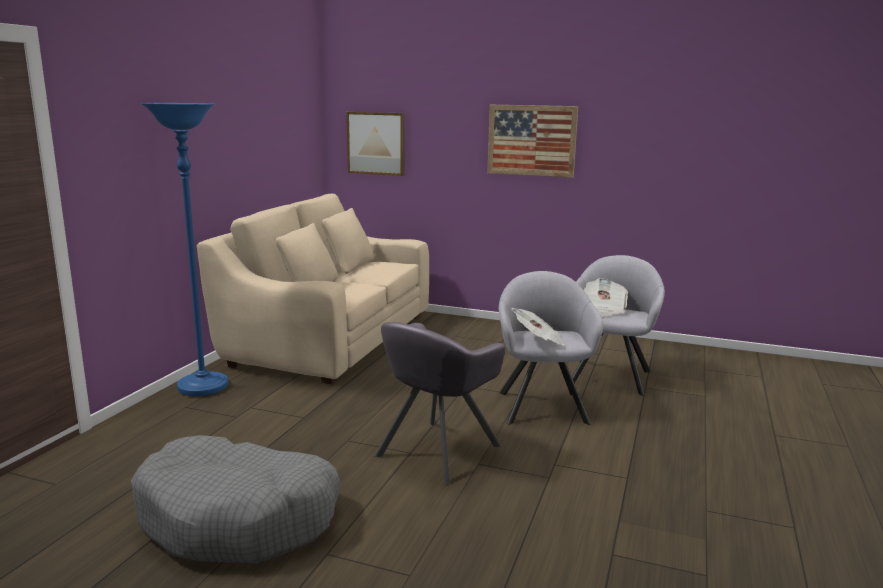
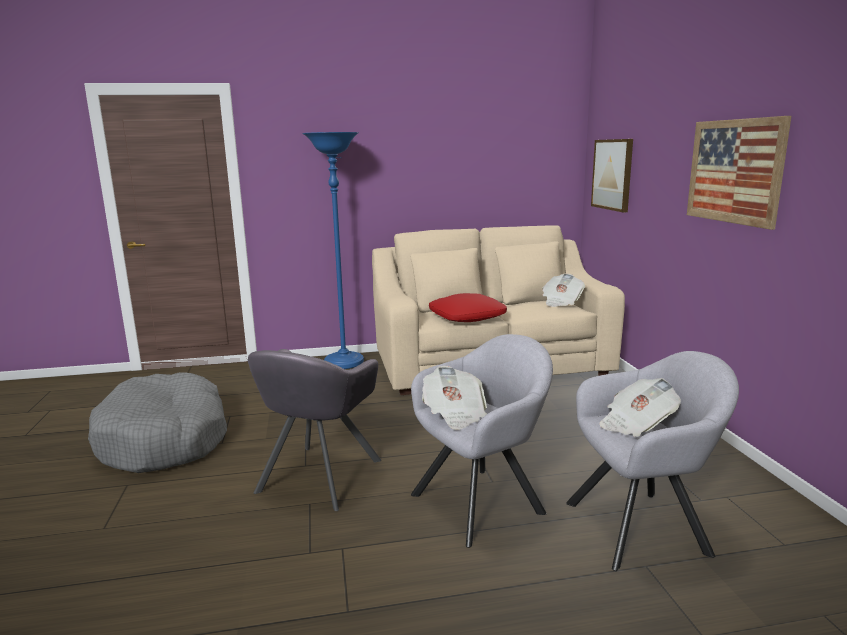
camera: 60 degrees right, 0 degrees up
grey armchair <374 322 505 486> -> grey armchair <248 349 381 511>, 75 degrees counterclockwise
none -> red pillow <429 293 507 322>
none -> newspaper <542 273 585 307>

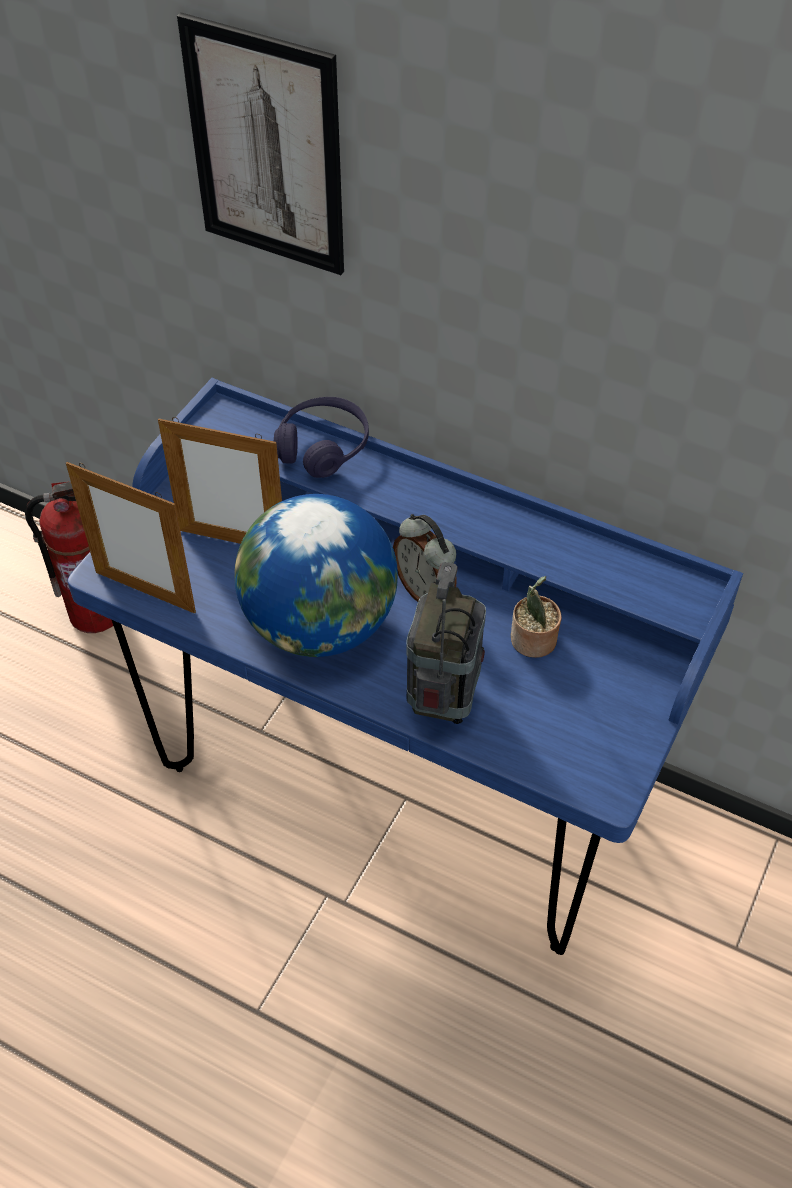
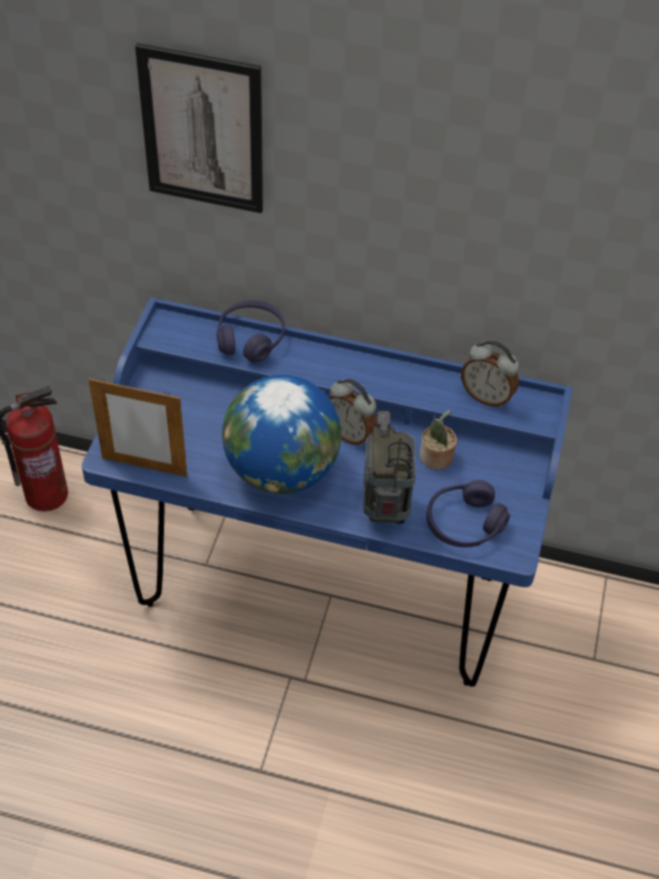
camera: 15 degrees left, 0 degrees up
none -> purple headphones <427 480 510 547>
none -> alarm clock <461 340 519 407>
picture frame <158 417 282 544> -> none

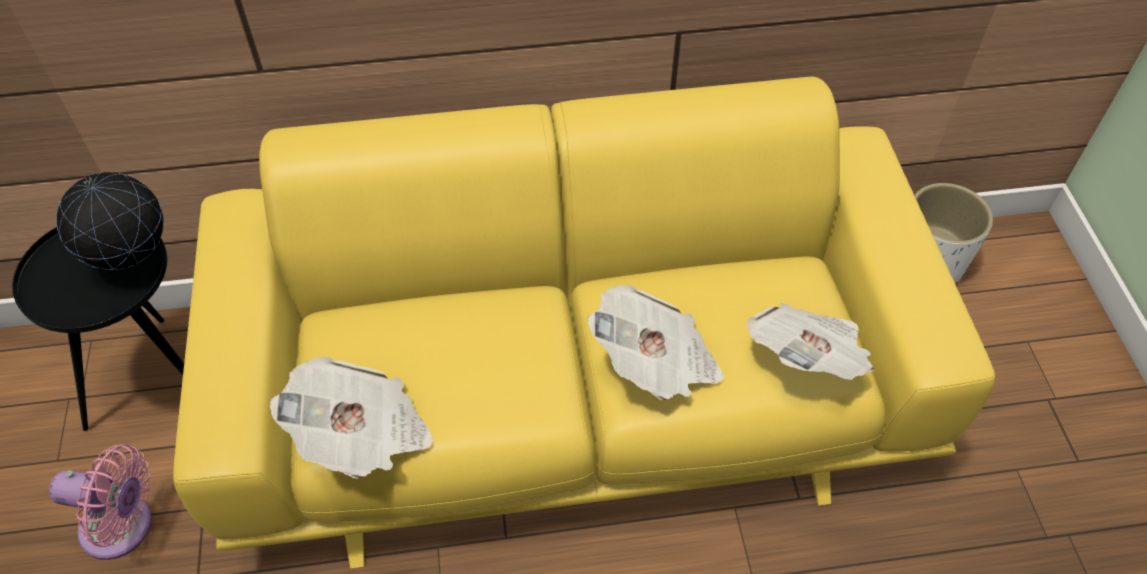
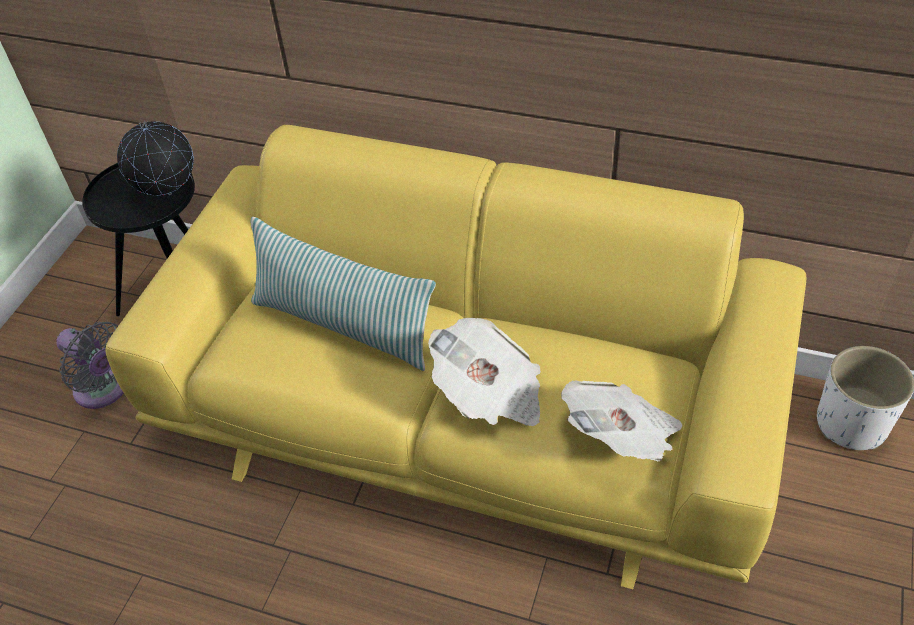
camera: 30 degrees right, 5 degrees down
pink fan <49 444 152 560> -> grey fan <56 322 123 409>
none -> pillow <251 217 436 371>
newspaper <270 357 433 478> -> none

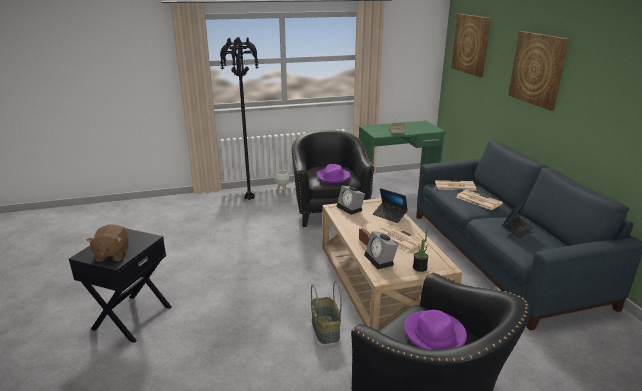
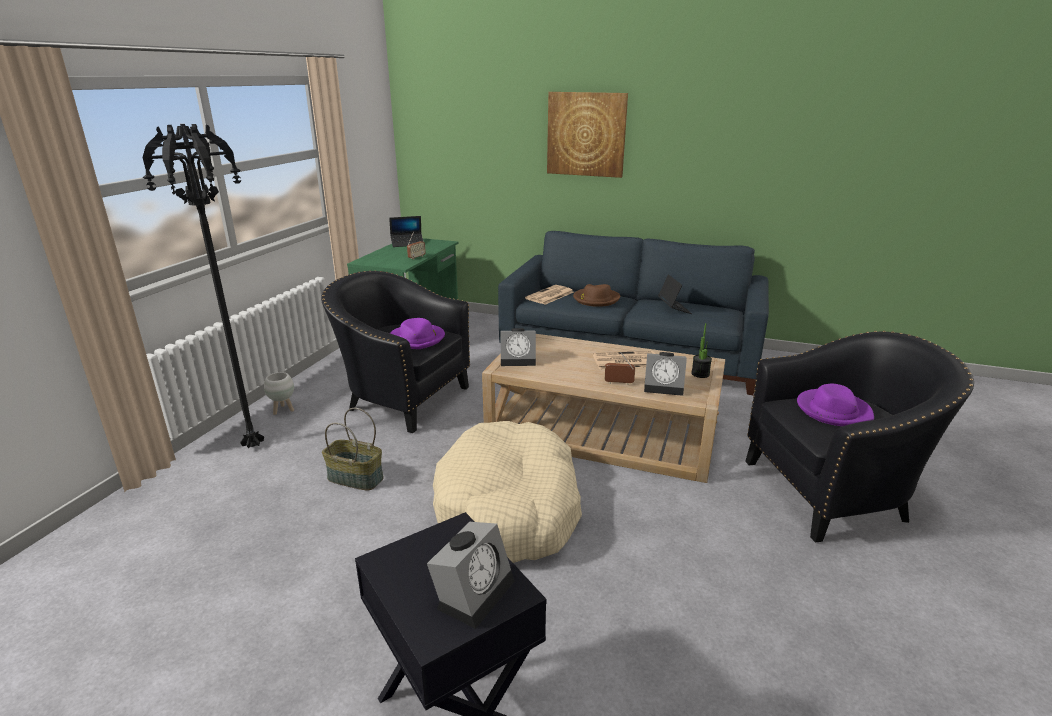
camera: 55 degrees left, 0 degrees up
basket <311 281 342 344> -> basket <322 408 384 490>, moved
laptop <373 188 408 223> -> laptop <389 216 423 247>, moved
brown plush toy <86 224 129 262> -> alarm clock <427 522 514 629>
none -> beige dog bed <433 421 582 563>
newspaper <456 190 503 210> -> brown hat <573 284 620 307>
picture <451 14 491 77> -> none

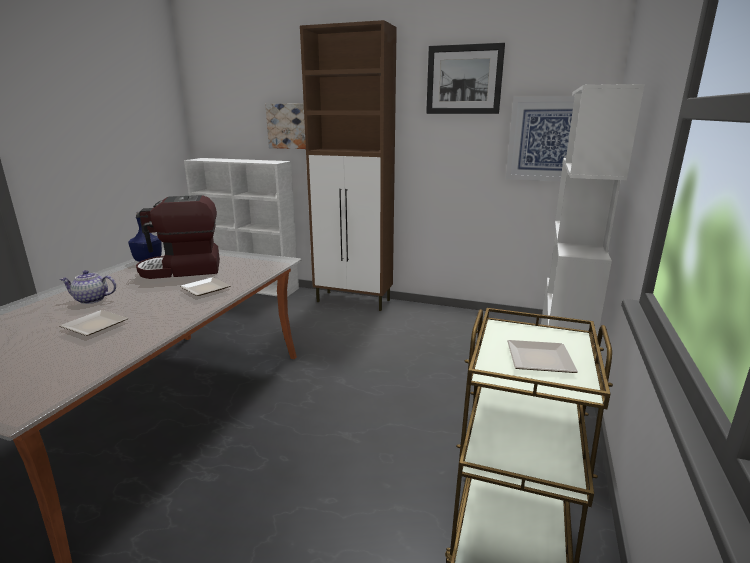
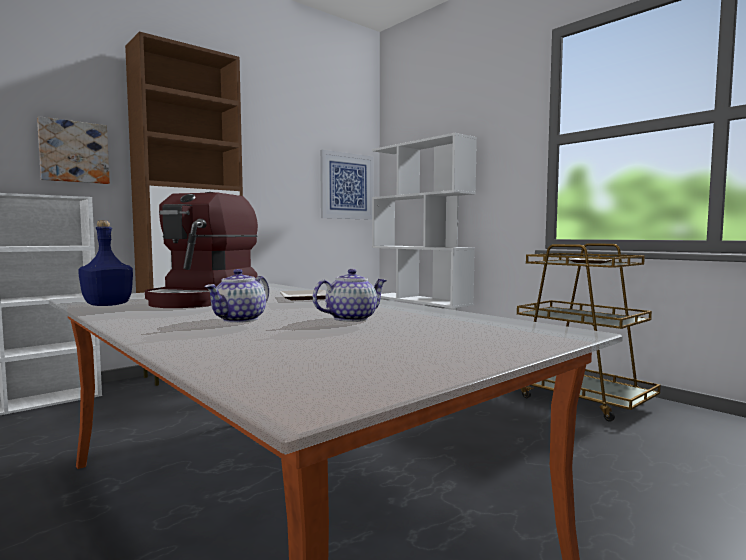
camera: 60 degrees left, 15 degrees down
plate <60 310 128 336> -> teapot <313 269 387 322>
picture <426 43 505 114> -> none

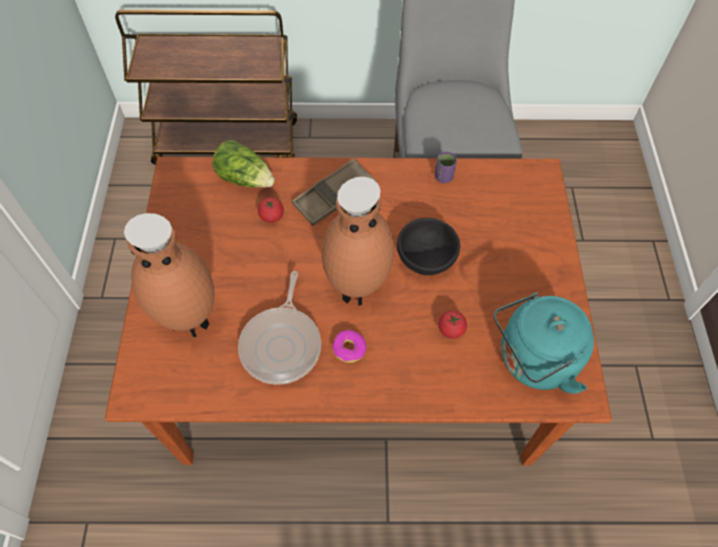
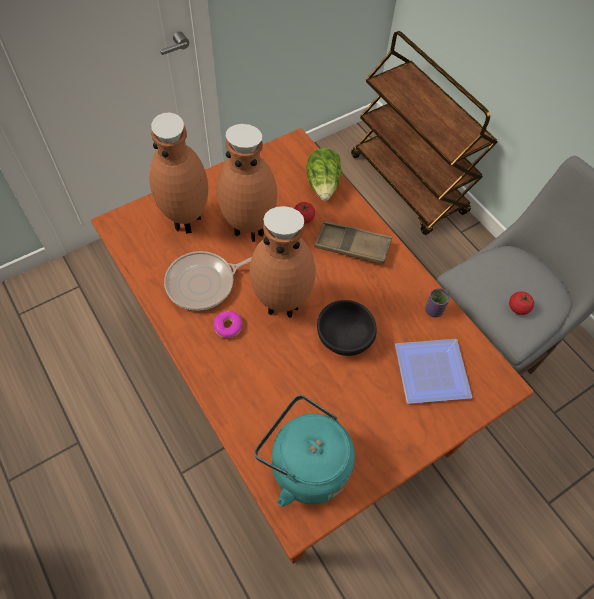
camera: 55 degrees right, 0 degrees up
none -> brown vase <217 124 277 242>
none -> plate <395 339 472 404>
tomato <438 310 467 339> -> tomato <509 292 534 315>, moved

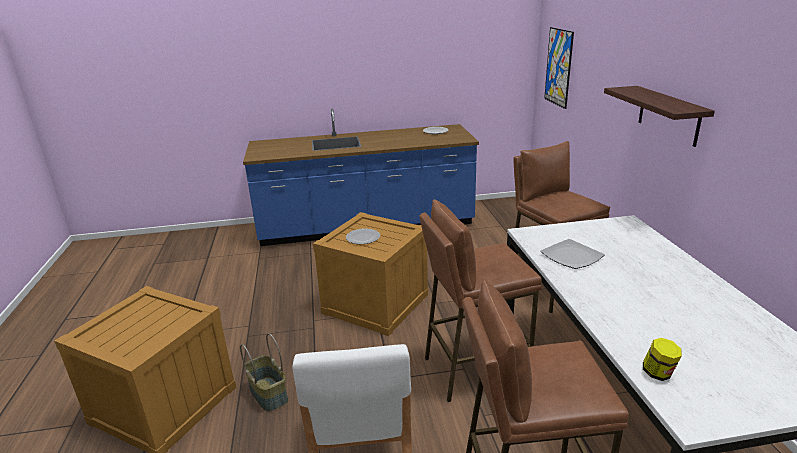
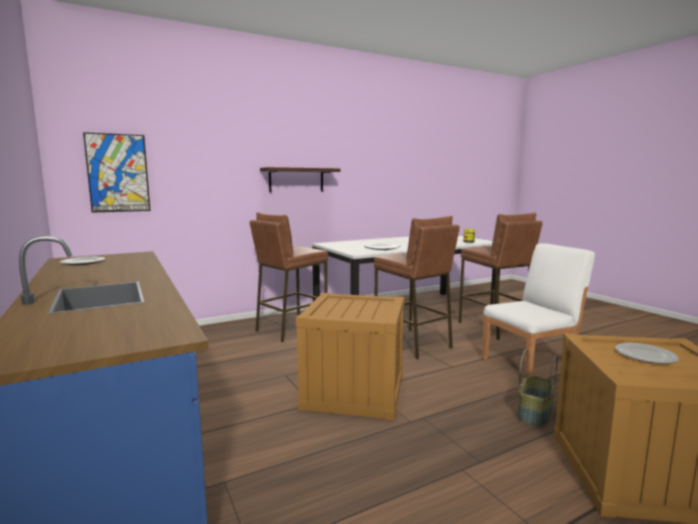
camera: 110 degrees left, 15 degrees down
plate <346 229 380 244> -> plate <615 343 679 364>, moved

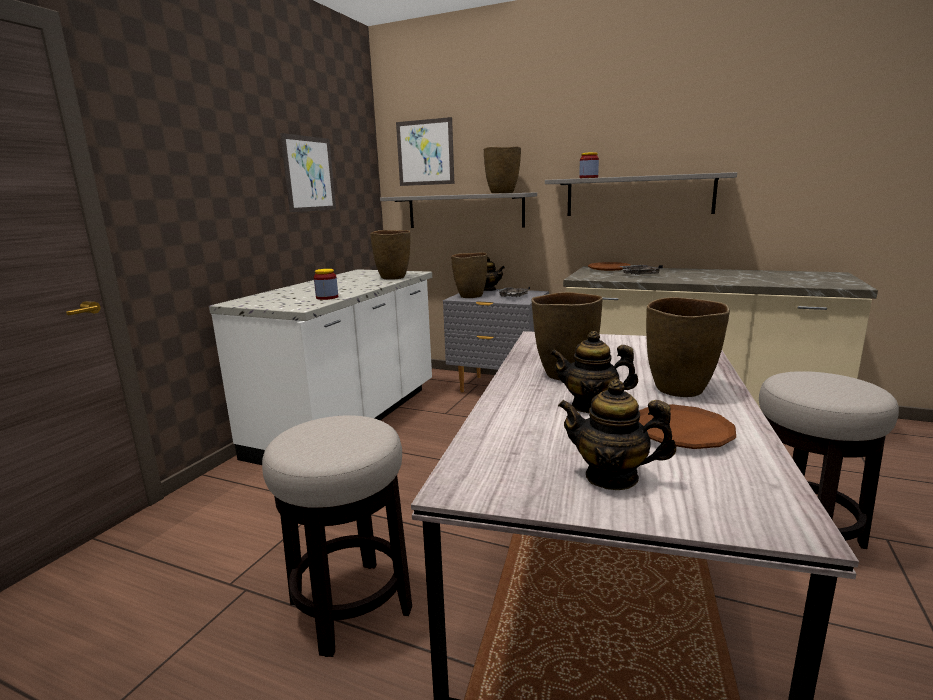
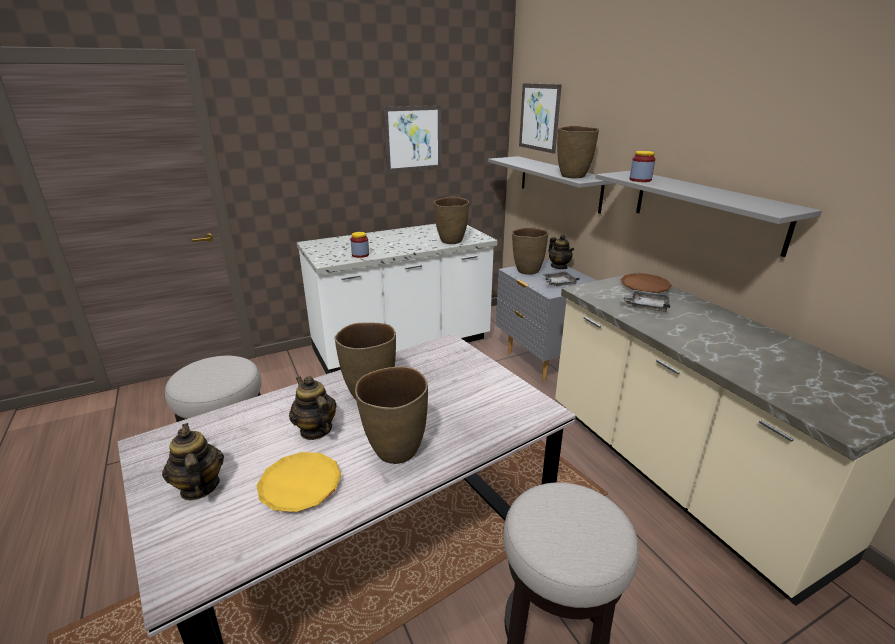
camera: 40 degrees right, 10 degrees up
brown plate <638 404 736 449> -> yellow plate <256 452 341 512>

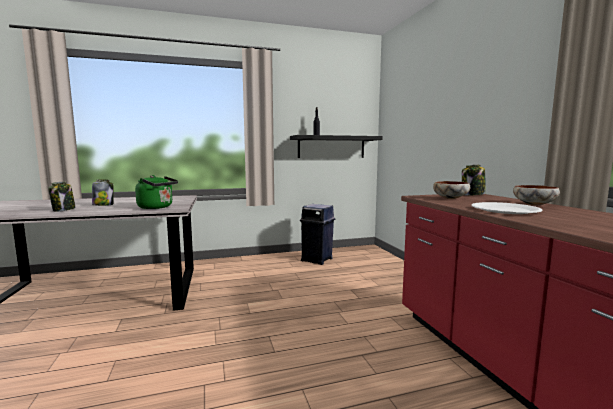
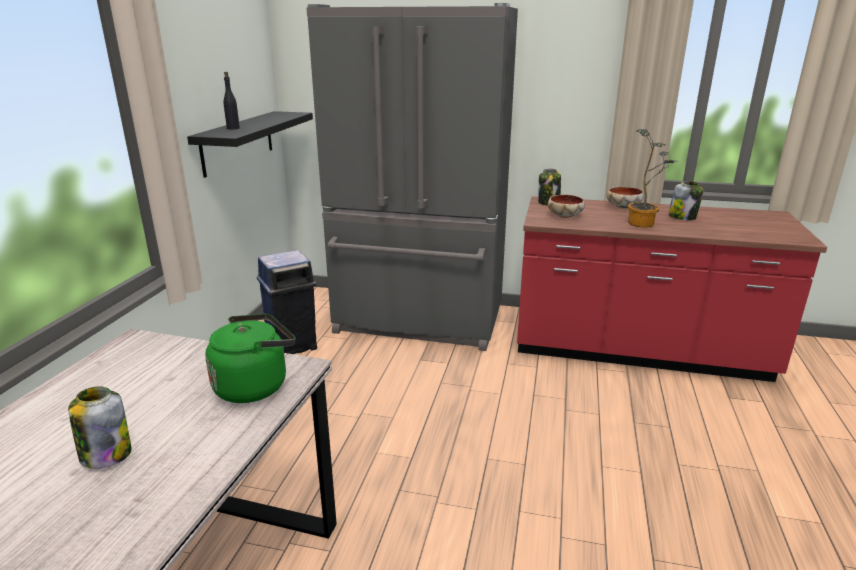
camera: 60 degrees left, 15 degrees up
none -> grey fridge <306 3 518 351>
white plate <471 202 543 214> -> potted plant <628 129 680 227>
jar <48 182 75 212> -> jar <668 181 704 220>, moved

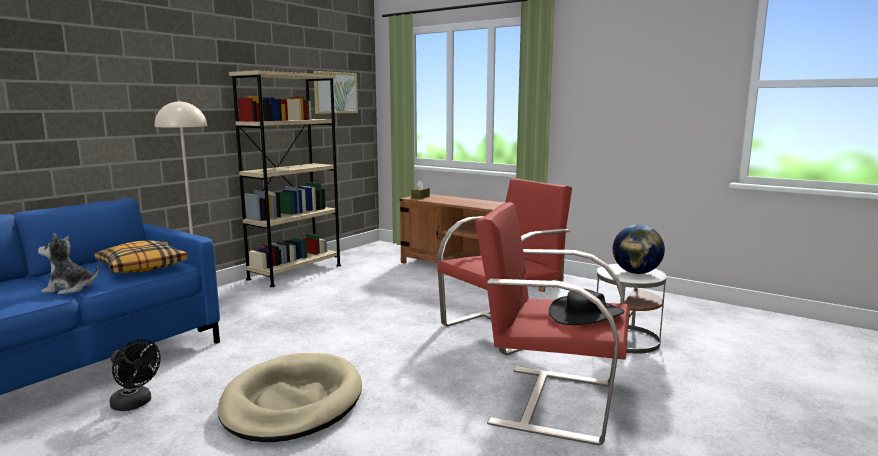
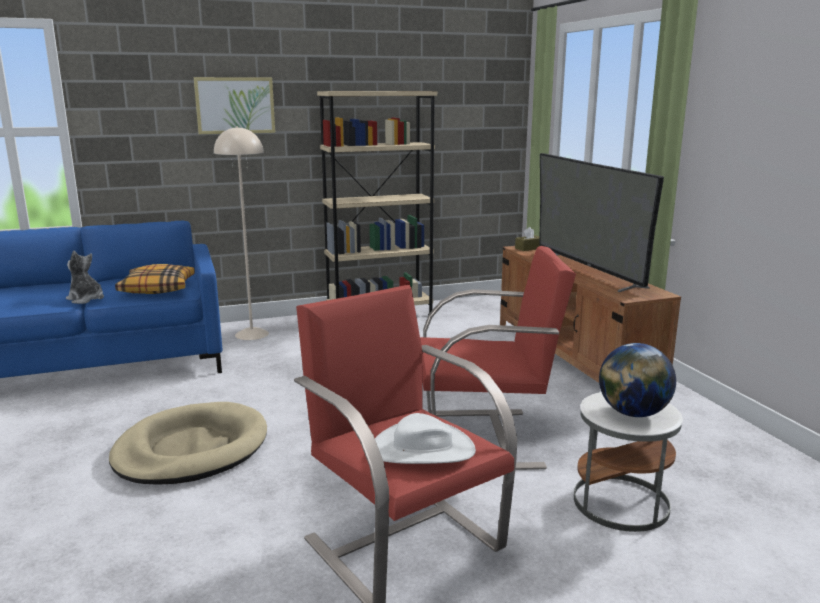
camera: 35 degrees right, 5 degrees up
picture <313 71 358 114> -> picture <194 77 275 134>, moved
black hat <549 289 624 325> -> white hat <375 413 476 464>
none -> television <539 153 664 292>
black fan <110 339 161 411> -> none

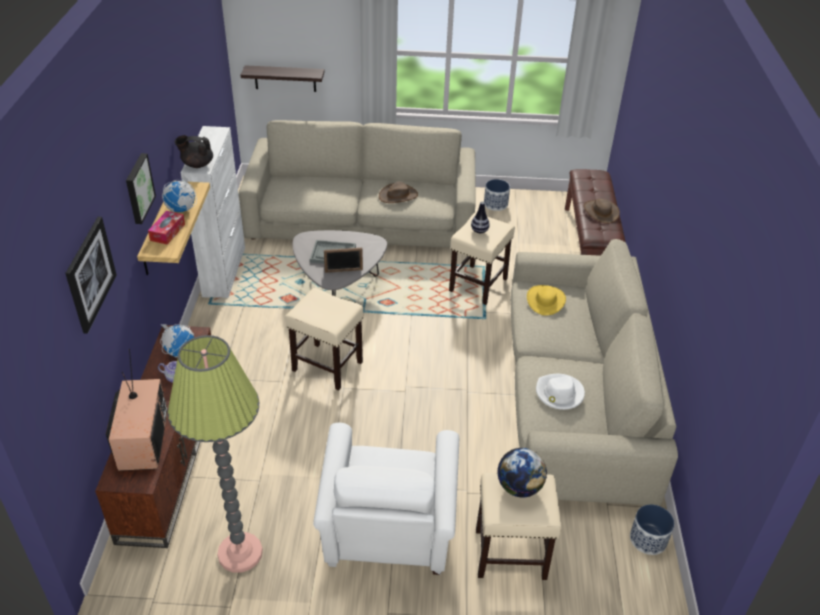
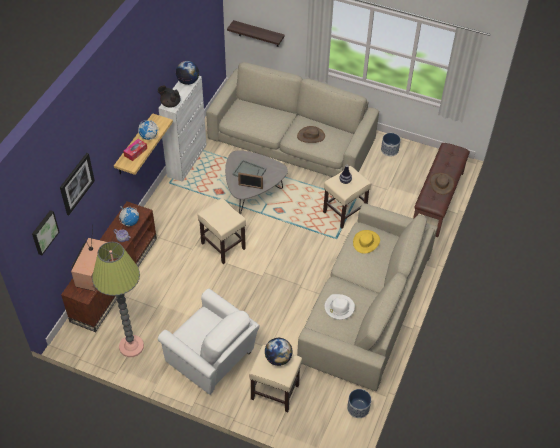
camera: 20 degrees right, 10 degrees up
picture <126 153 156 224> -> picture <32 210 59 255>, moved
white armchair <313 423 459 575> -> white armchair <158 289 259 395>, 75 degrees counterclockwise
none -> globe <176 61 199 85>

